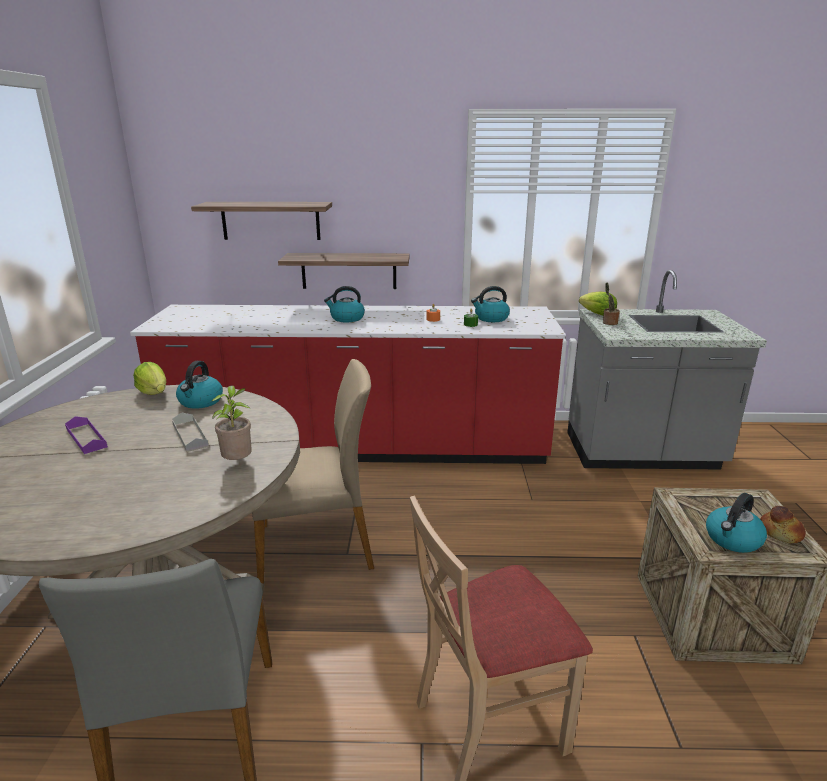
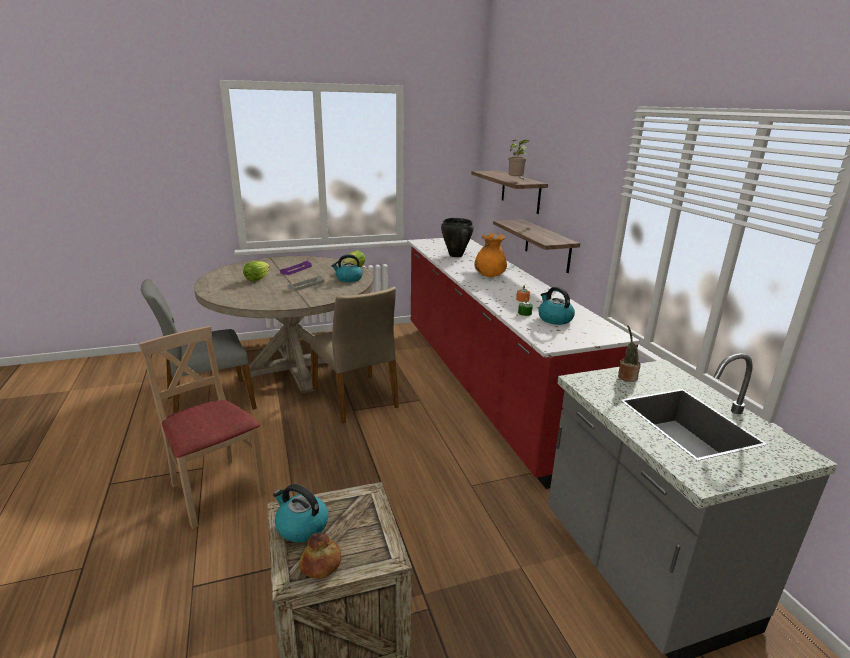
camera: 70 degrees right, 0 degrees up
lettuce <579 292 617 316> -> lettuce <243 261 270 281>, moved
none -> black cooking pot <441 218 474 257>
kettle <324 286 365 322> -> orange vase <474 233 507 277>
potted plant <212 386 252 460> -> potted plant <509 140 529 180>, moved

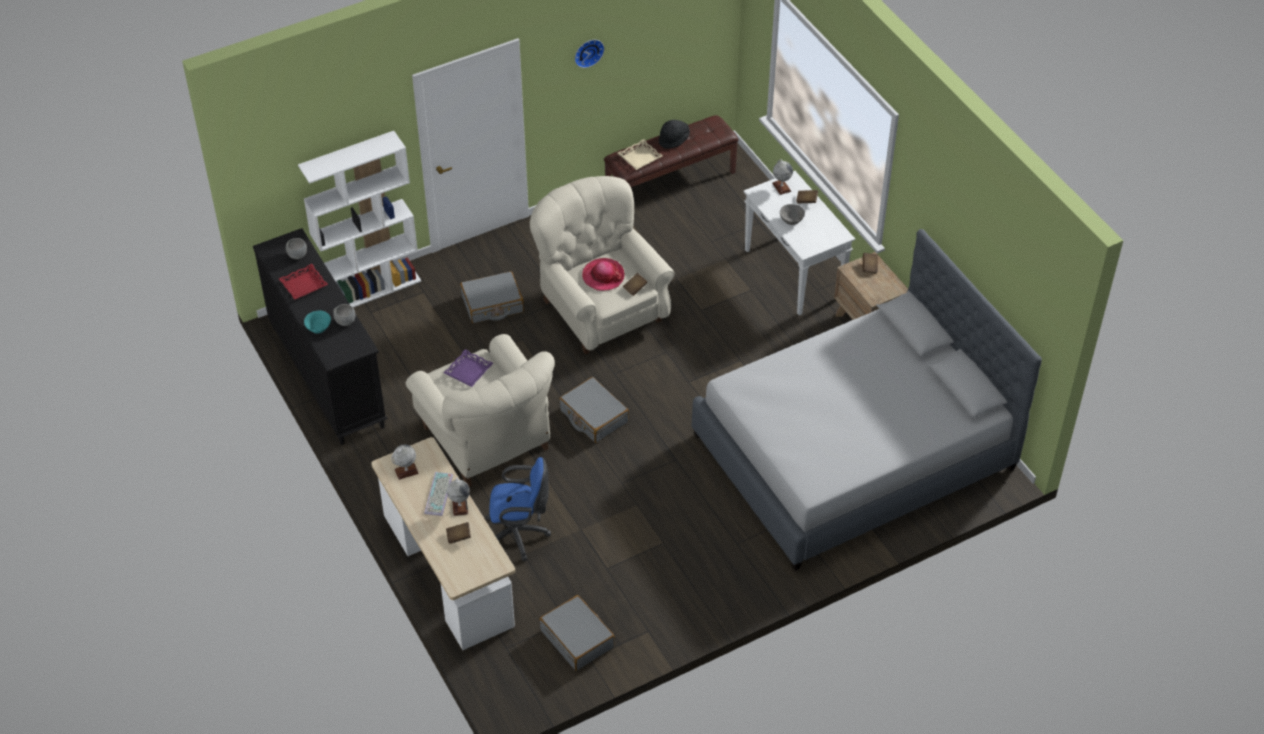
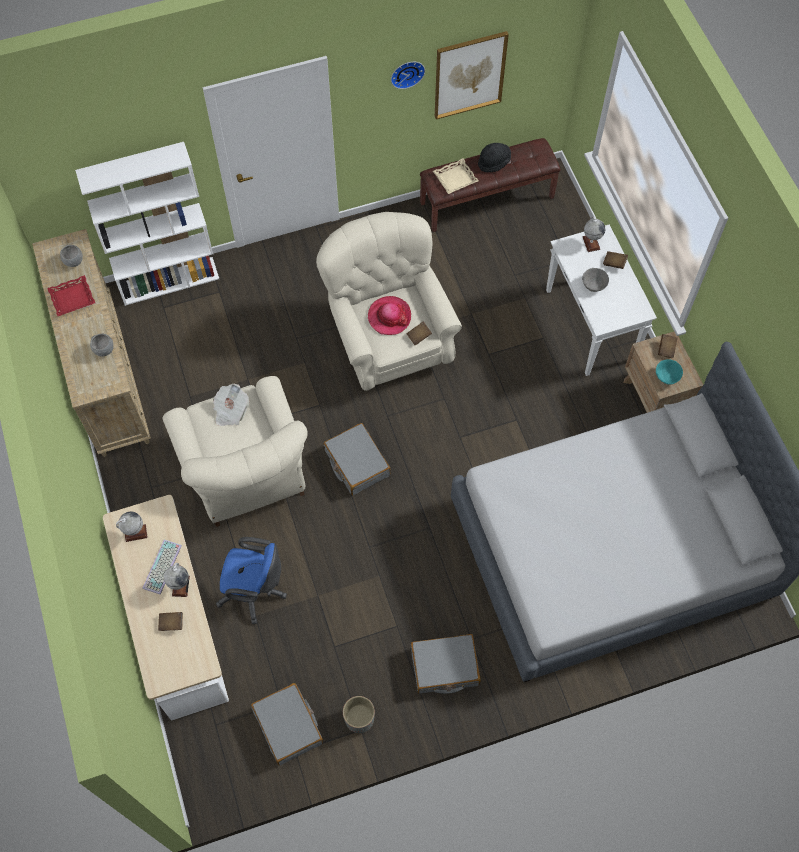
camera: 10 degrees right, 15 degrees up
black dresser <253 228 388 445> -> beige dresser <32 229 151 457>
purple tray <444 349 493 387> -> newspaper <213 384 249 426>
none -> grey planter <343 696 375 733>
grey suitcase <460 271 524 323> -> grey suitcase <411 634 481 694>, moved
none -> picture <435 31 509 119>
turquoise bowl <304 310 331 334> -> turquoise bowl <656 360 683 385>, moved

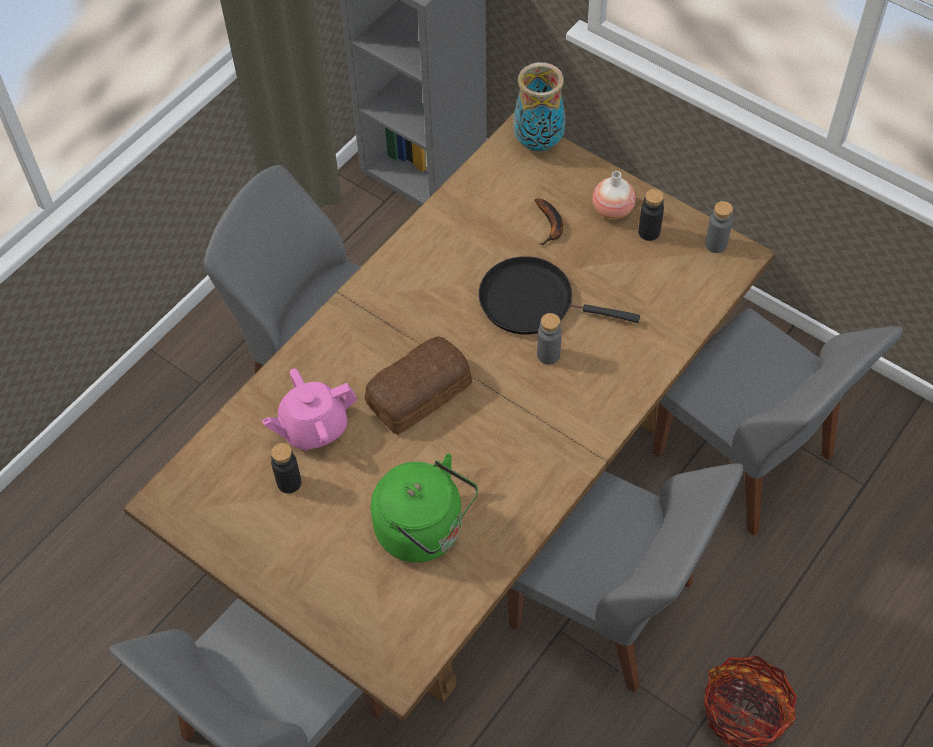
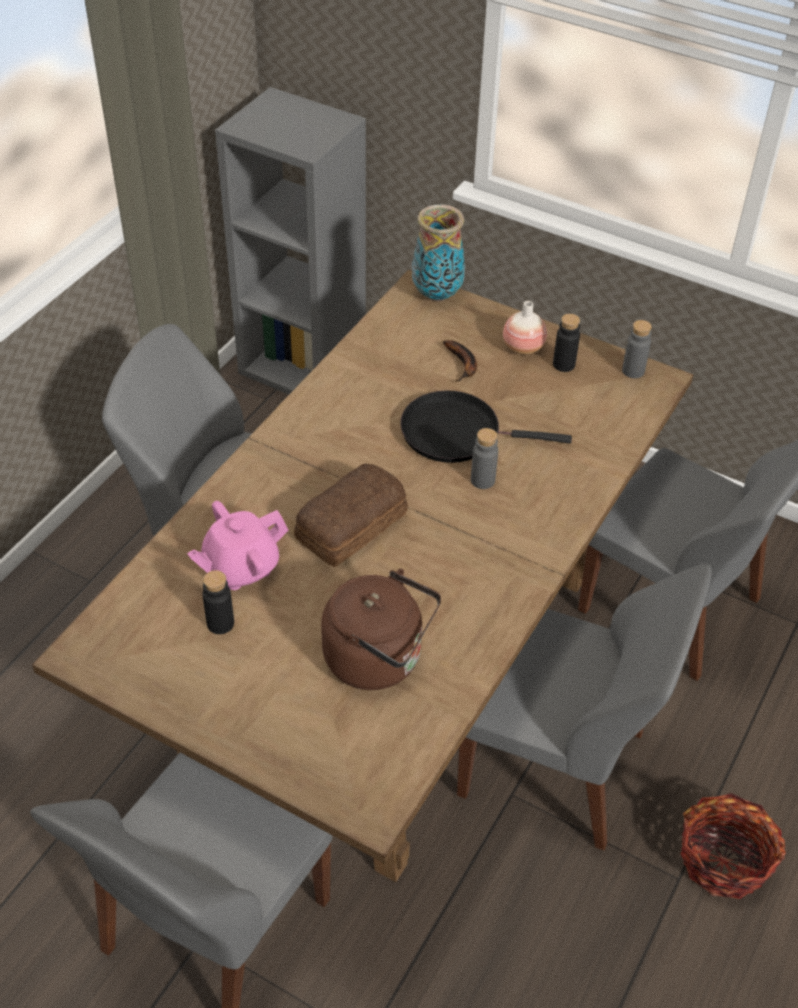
camera: 10 degrees left, 10 degrees down
green kettle <371 453 478 563> -> brown kettle <321 569 441 690>

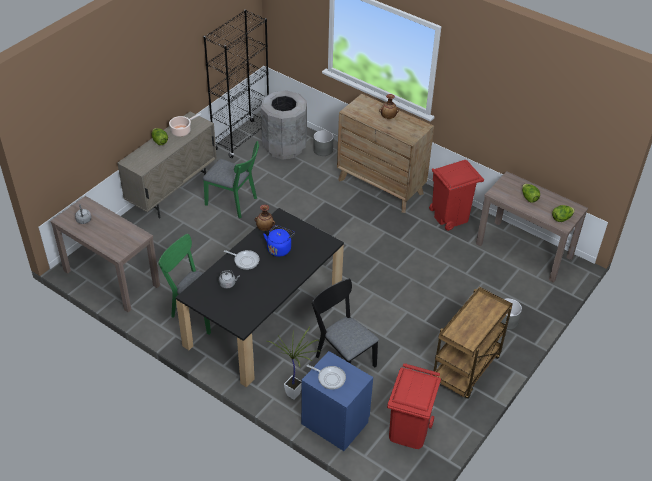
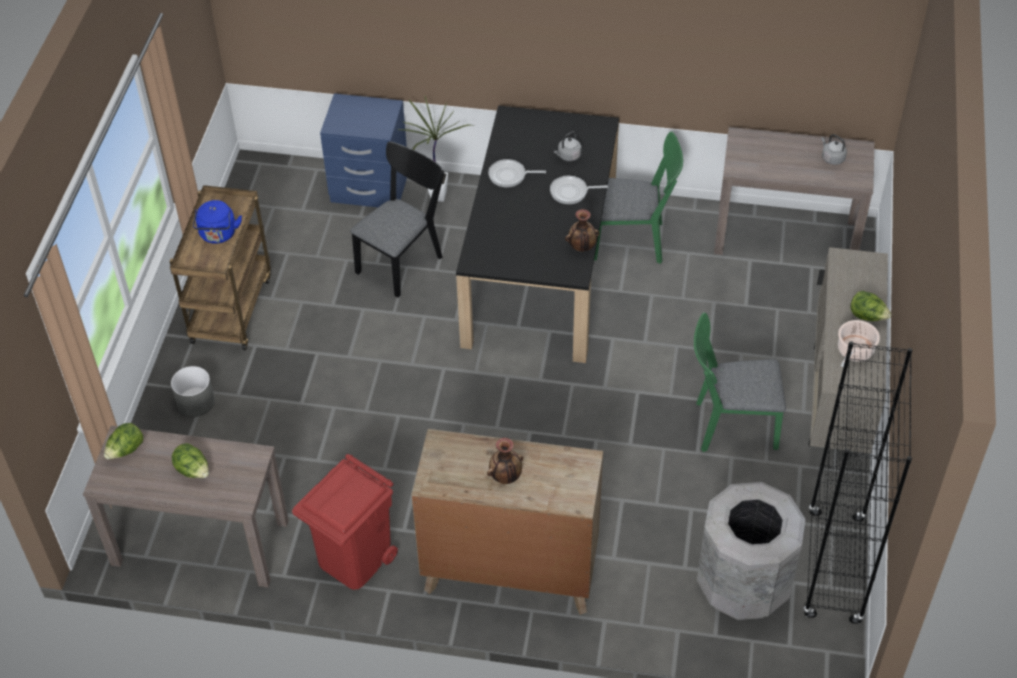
camera: 155 degrees right, 5 degrees up
blue kettle <263 225 295 257> -> blue kettle <193 200 242 244>, moved
black chair <312 279 379 368> -> black chair <350 141 444 298>, 75 degrees counterclockwise
frying pan <307 365 346 390> -> frying pan <488 159 546 187>, moved
grey planter <313 130 334 156> -> none
red trash can <387 363 441 449> -> none

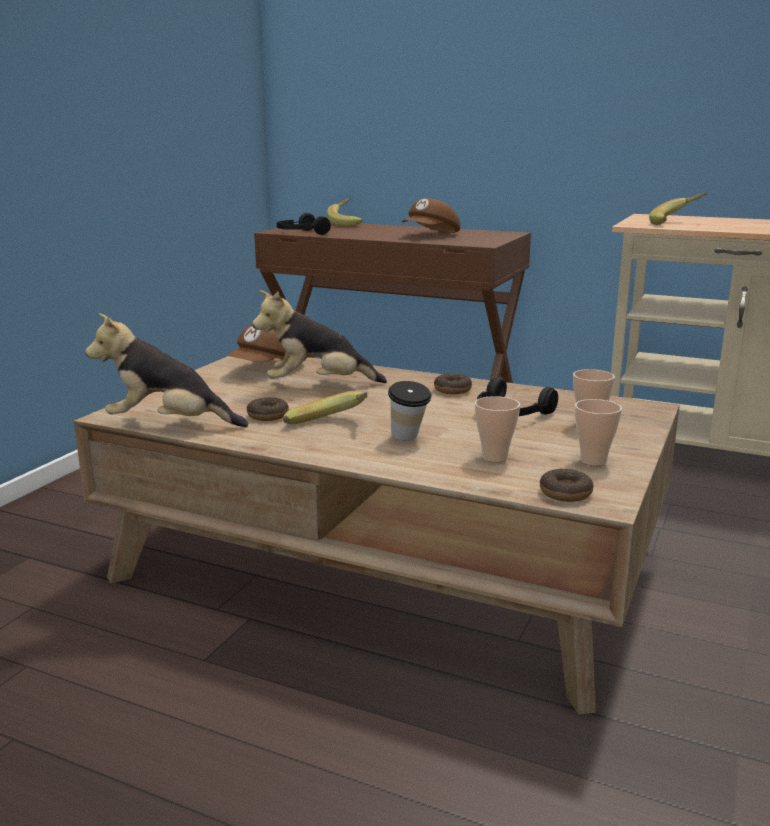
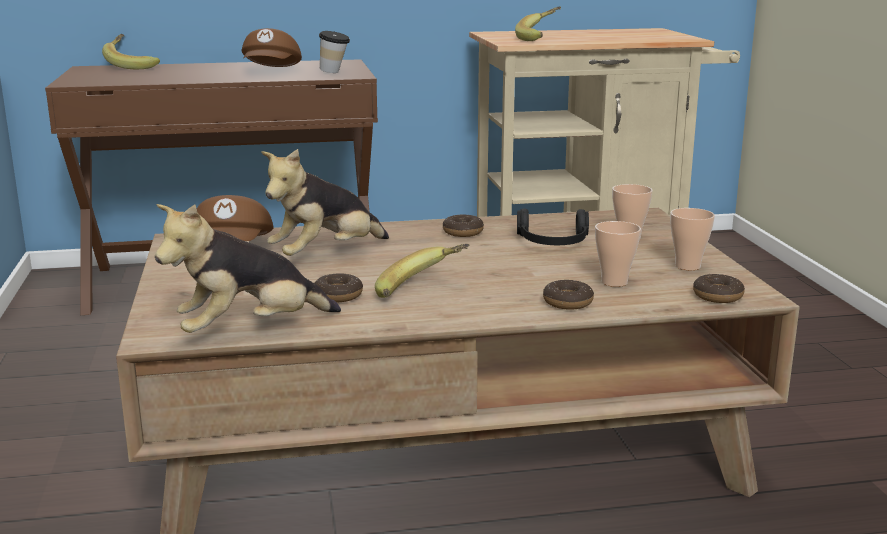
camera: 35 degrees left, 0 degrees up
cup <388 381 432 441> -> cup <319 31 350 73>, moved
none -> donut <543 280 594 310>
black headphones <277 213 331 235> -> none

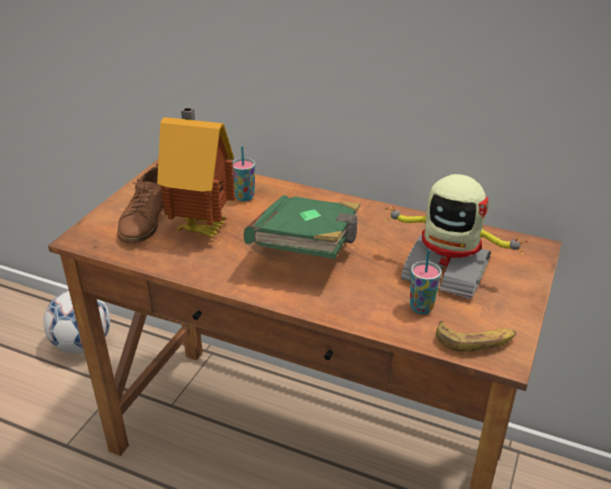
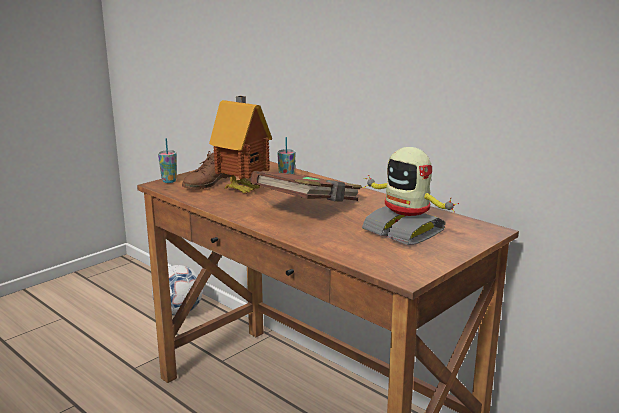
camera: 20 degrees right, 15 degrees down
cup <410 249 441 314> -> cup <158 138 177 183>, moved
green book <244 195 361 259> -> brown book <250 171 362 202>
banana <436 321 516 352> -> none

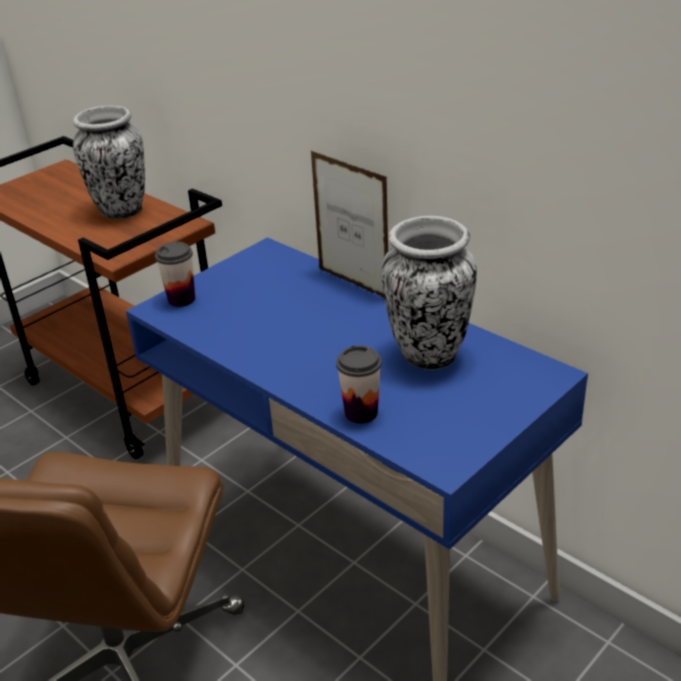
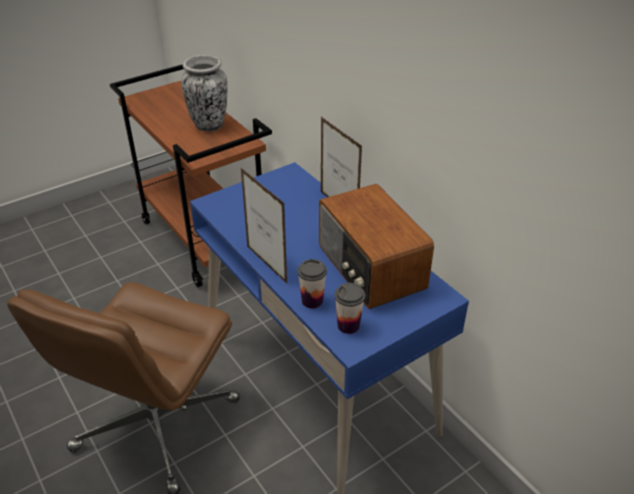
camera: 10 degrees right, 5 degrees up
none -> picture frame <241 168 287 284>
vase <381 216 477 370> -> radio <319 184 434 309>
cup <155 242 195 307> -> cup <335 283 365 334>, moved

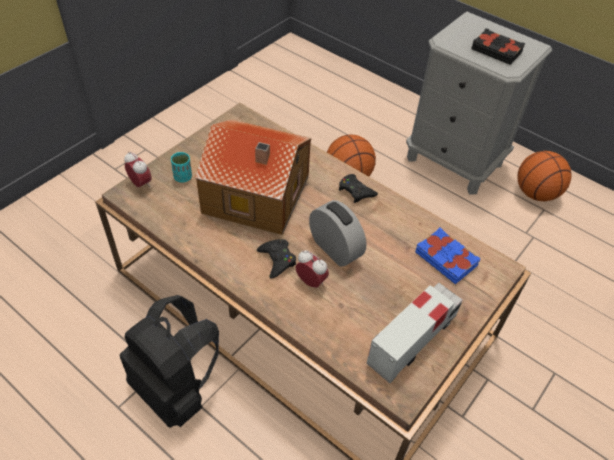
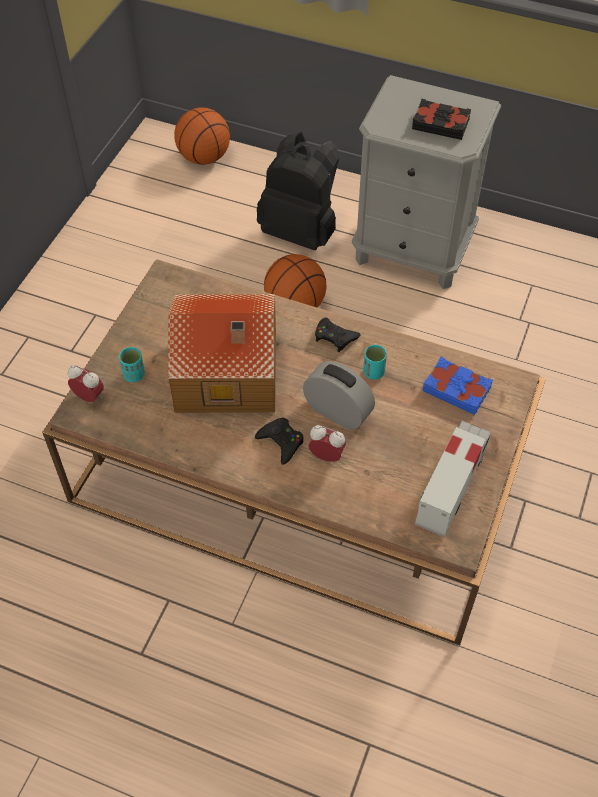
camera: 15 degrees left, 5 degrees up
basketball <517 151 572 201> -> basketball <174 107 230 165>, moved
black backpack <120 295 219 428> -> black backpack <257 132 339 250>, moved
none -> turquoise cup <363 345 387 380>

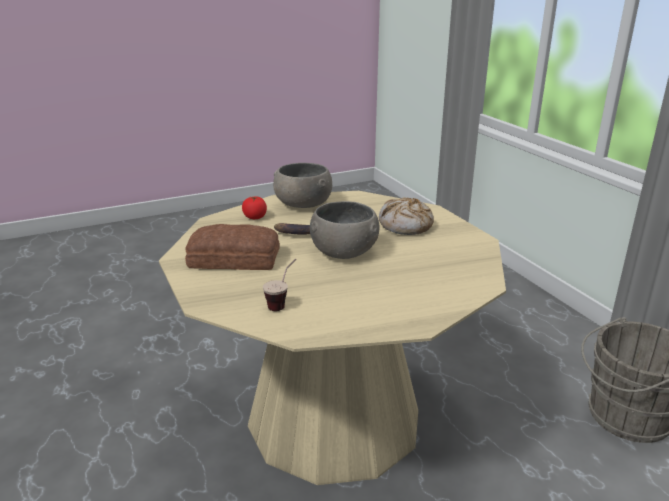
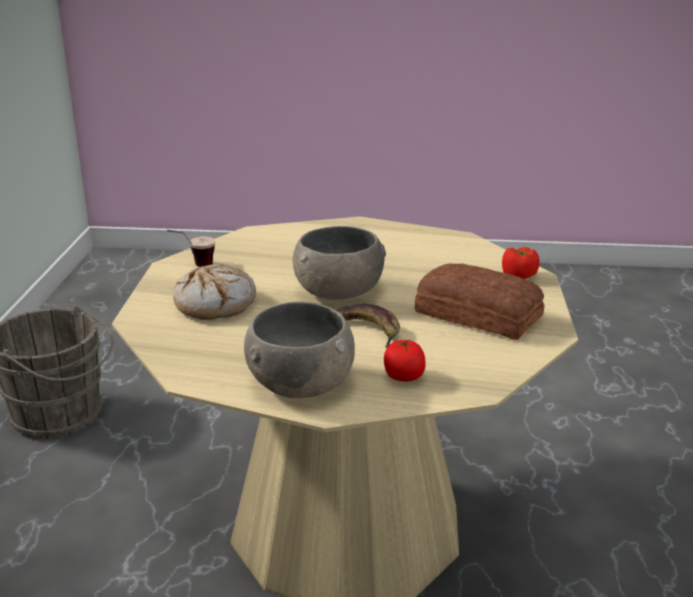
camera: 150 degrees left, 0 degrees up
cup <263 259 296 311> -> cup <167 230 215 267>, moved
none -> tomato <502 247 539 279>

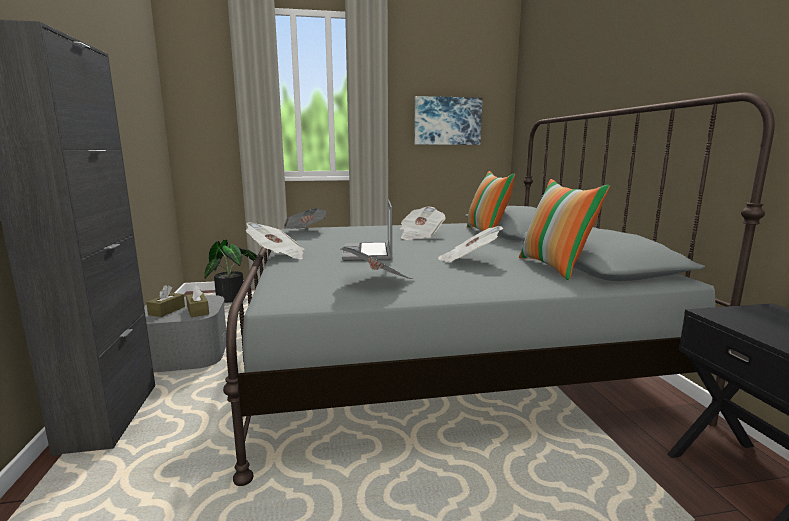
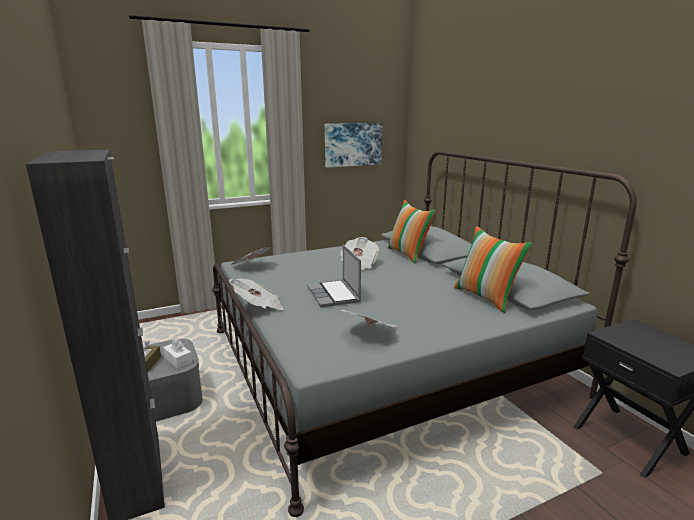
camera: 15 degrees left, 5 degrees up
brown tissue box <186 285 209 317> -> white tissue box <163 338 192 369>
potted plant <205 239 257 303> -> none
newspaper <438 226 503 263> -> none

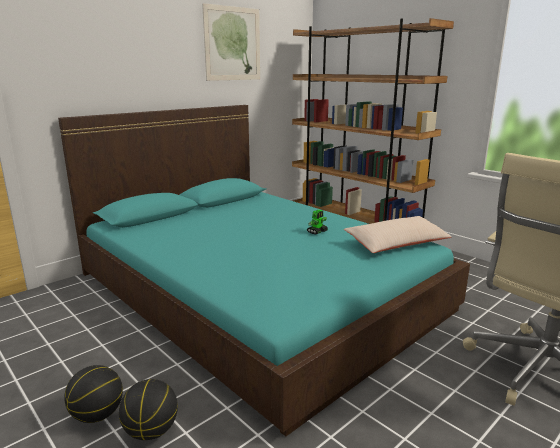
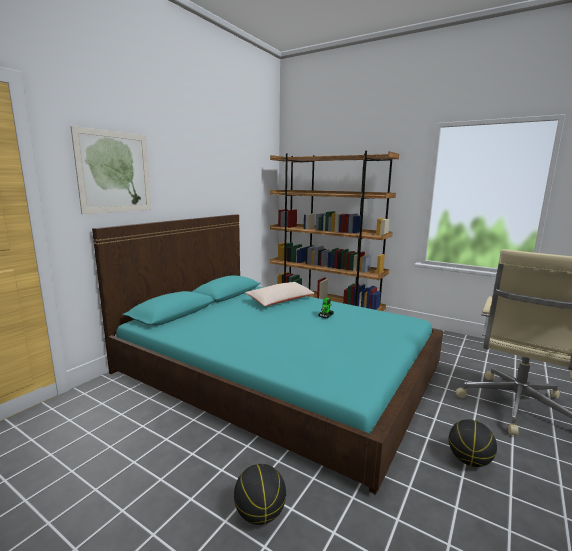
camera: 15 degrees left, 5 degrees down
picture <202 3 260 81> -> picture <71 126 151 214>, moved
beige pillow <344 216 452 253> -> beige pillow <245 282 315 306>, moved
basketball <64 365 123 423> -> basketball <449 419 497 467>, moved

